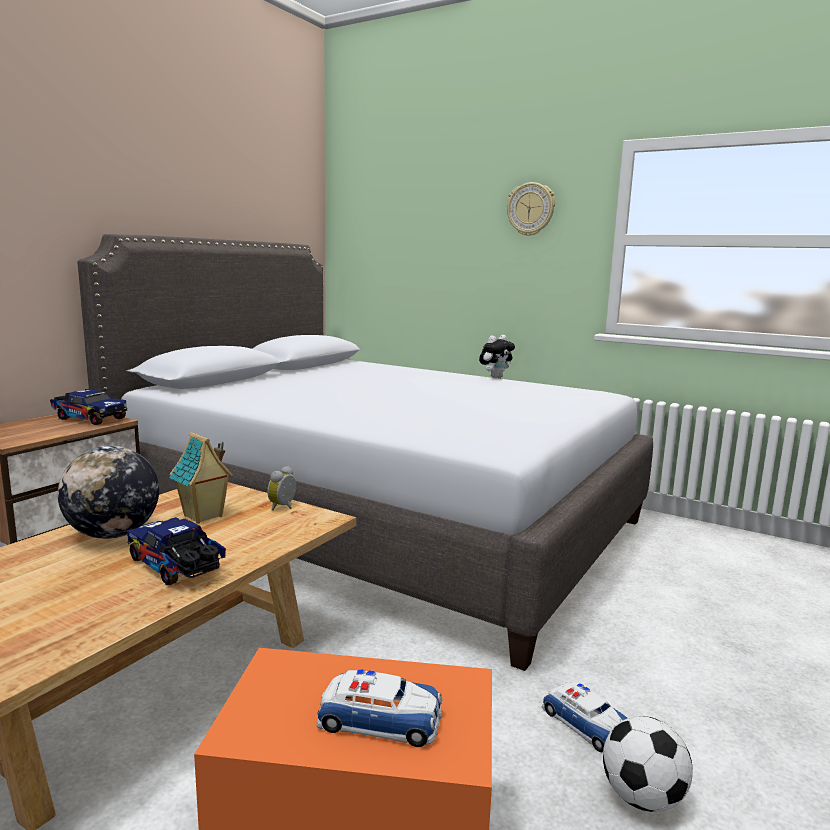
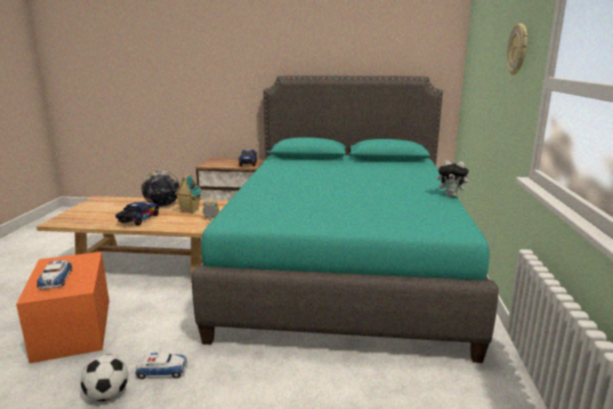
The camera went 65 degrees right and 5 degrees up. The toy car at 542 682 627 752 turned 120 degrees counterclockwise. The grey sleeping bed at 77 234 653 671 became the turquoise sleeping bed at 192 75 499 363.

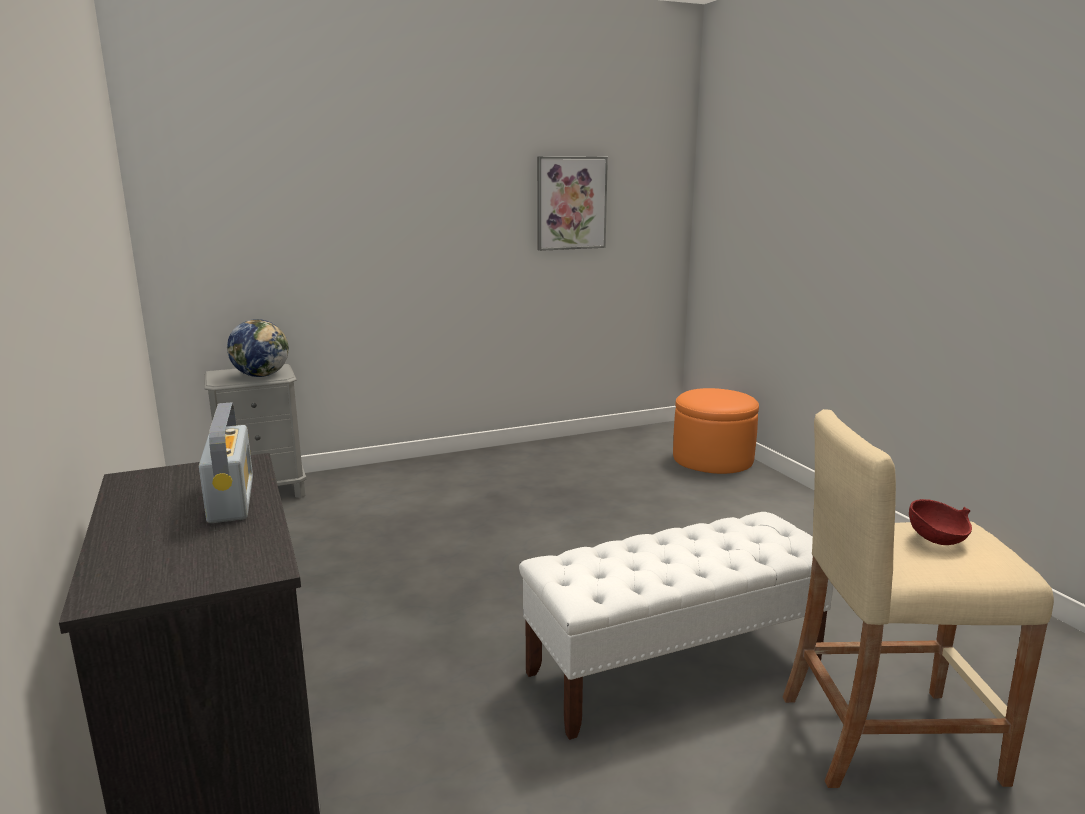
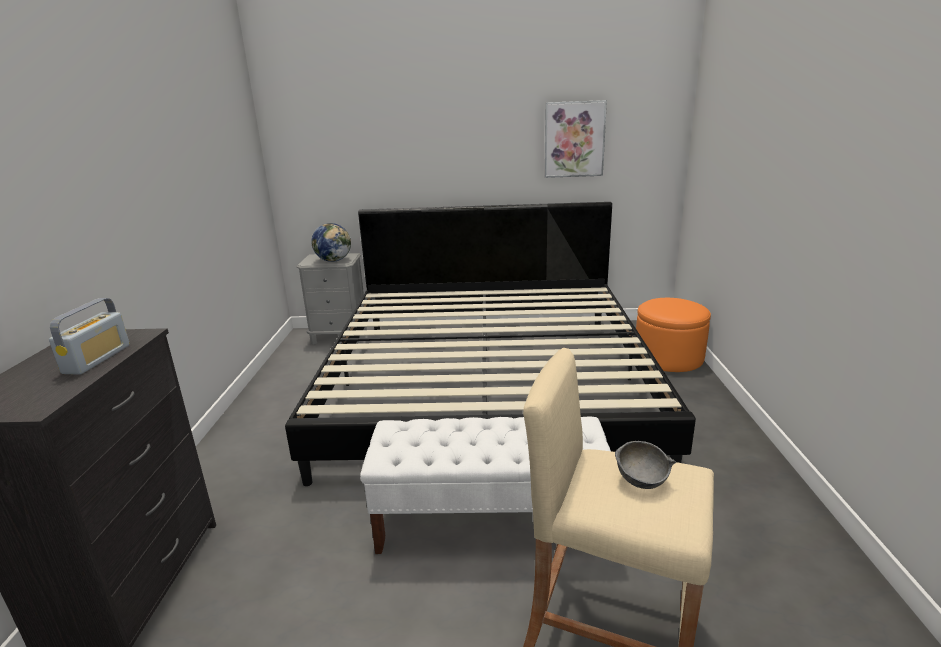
The camera went 25 degrees right and 5 degrees up. The sleeping bed at 285 202 696 486 appeared. The red-coloured serving bowl at 909 499 972 545 became the grey serving bowl at 615 441 676 489.

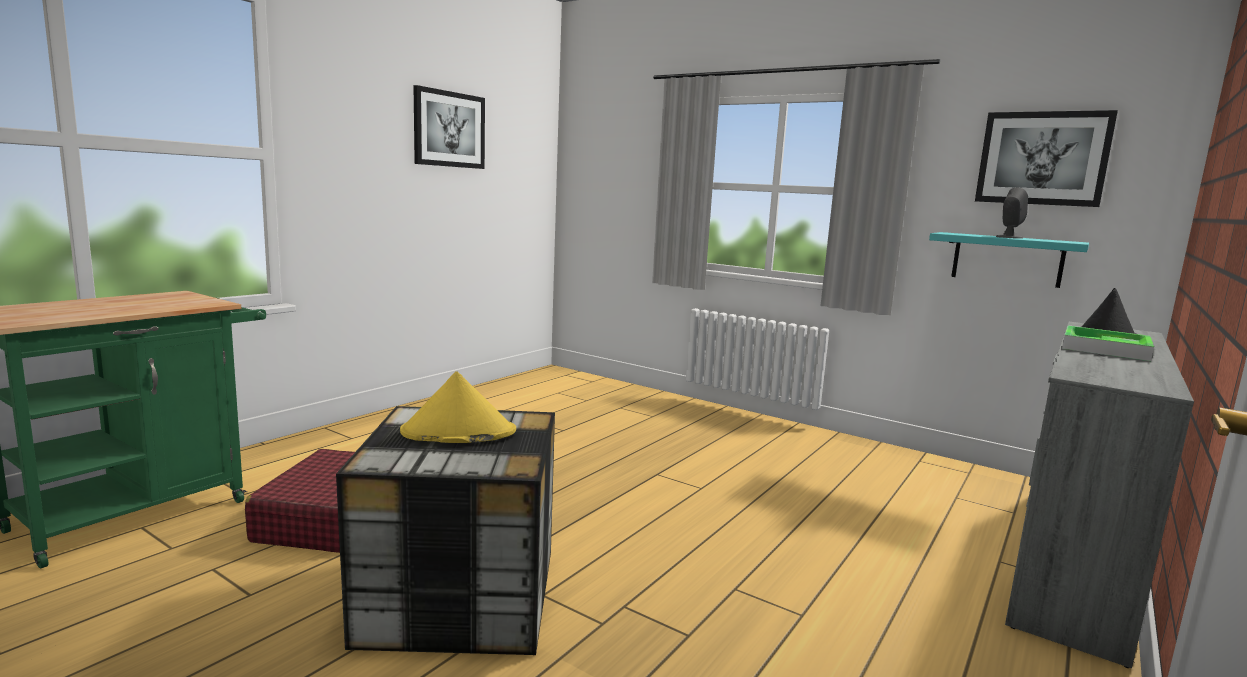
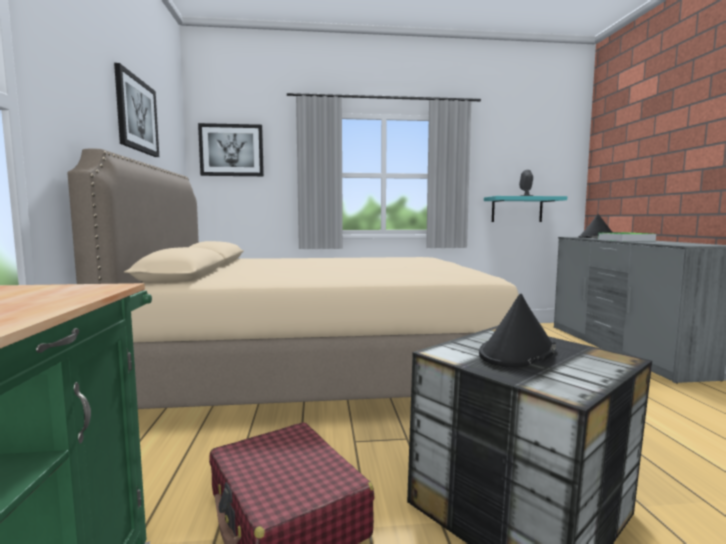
The camera went 40 degrees left and 5 degrees down. The sand-coloured sleeping bed at 68 148 519 409 appeared. The wall art moved from 975 110 1118 207 to 198 123 264 176. The yellow-coloured clothing hat at 400 371 516 443 became the black-coloured clothing hat at 479 294 556 367.

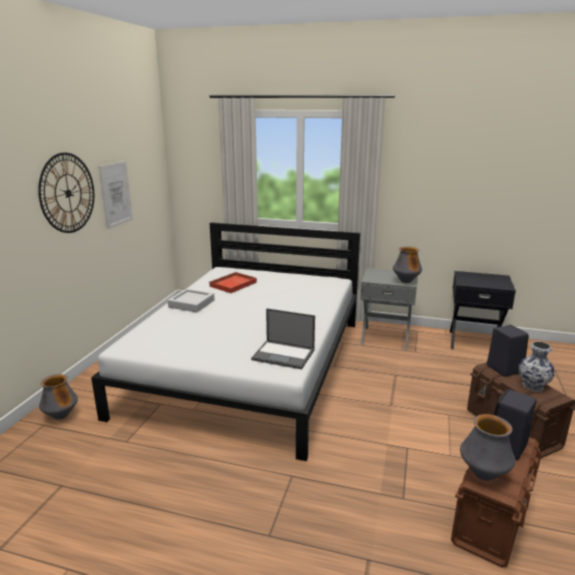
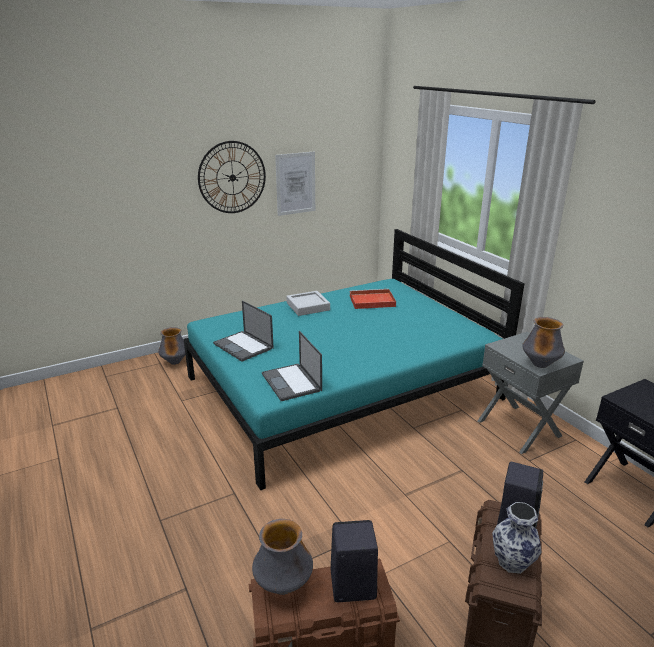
The camera went 45 degrees right and 5 degrees up. The whitish sleeping bed at 91 222 360 461 became the turquoise sleeping bed at 184 229 525 491. The notebook computer at 213 301 274 362 appeared.

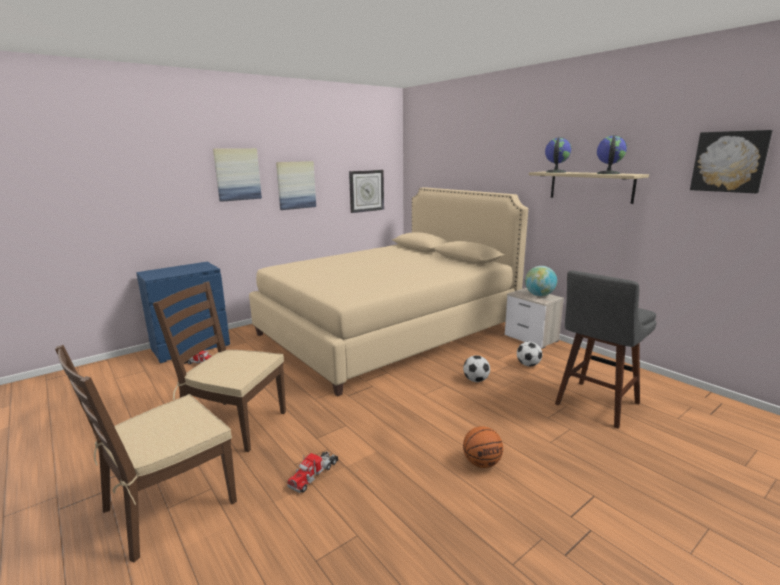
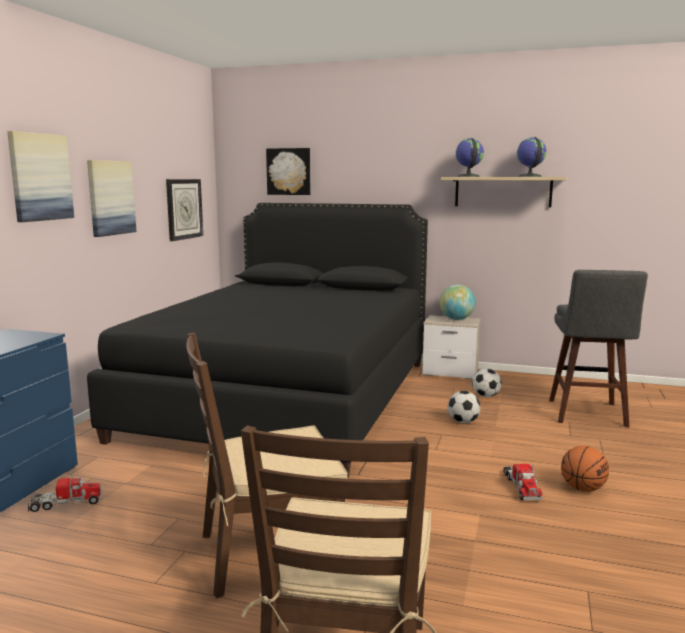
The camera went 35 degrees left and 5 degrees down. The sand-coloured sleeping bed at 249 187 528 396 became the black-coloured sleeping bed at 87 203 428 479. The wall art moved from 690 130 773 193 to 266 148 310 195. The model truck moved from 287 451 338 493 to 504 464 542 500.

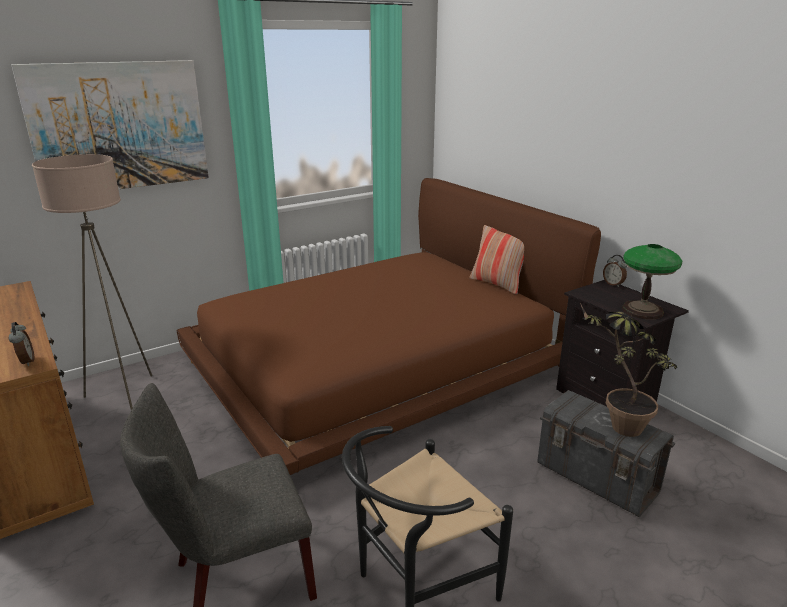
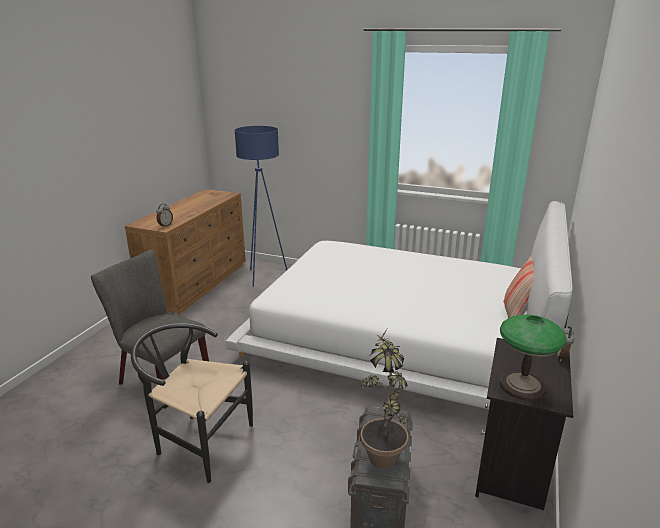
The camera went 55 degrees right and 0 degrees up. The brown sleeping bed at 177 178 601 475 became the whitish sleeping bed at 225 201 573 410. The sand-coloured floor lamp at 32 154 153 410 became the blue floor lamp at 234 126 287 287. The wall art at 11 60 209 189 disappeared.

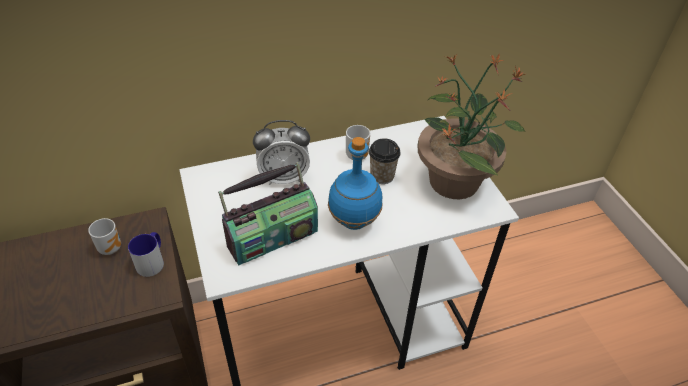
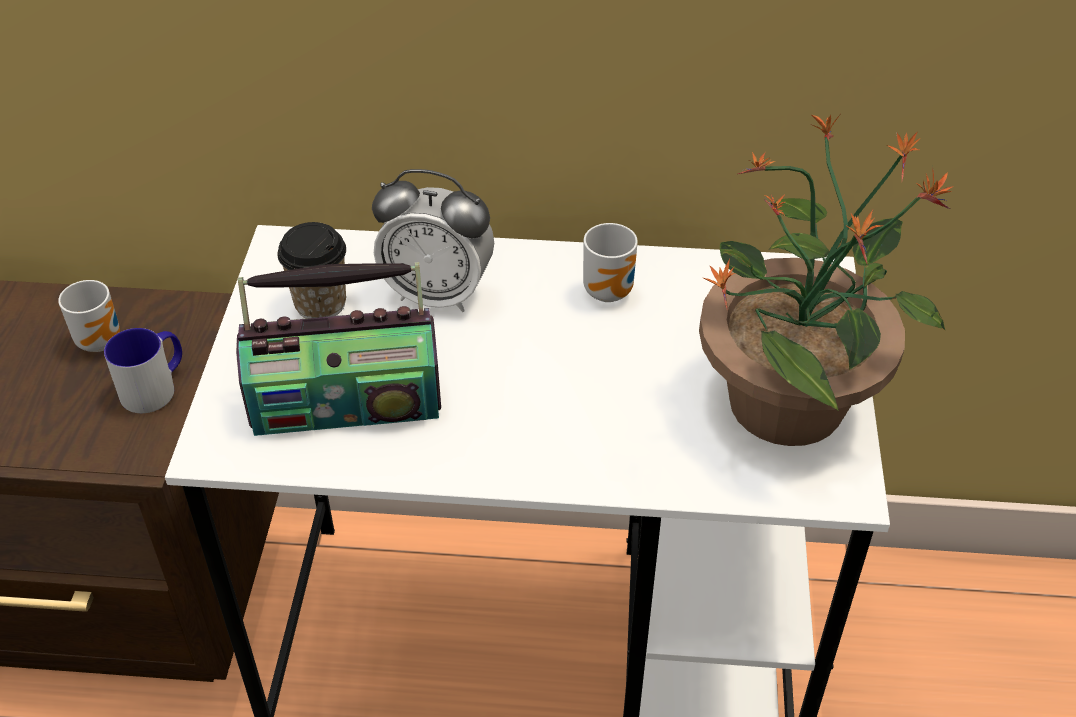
The camera went 25 degrees right and 0 degrees up. The small cup moved from 369 138 401 184 to 277 222 346 319. The blue drink bottle at 328 137 383 230 disappeared.

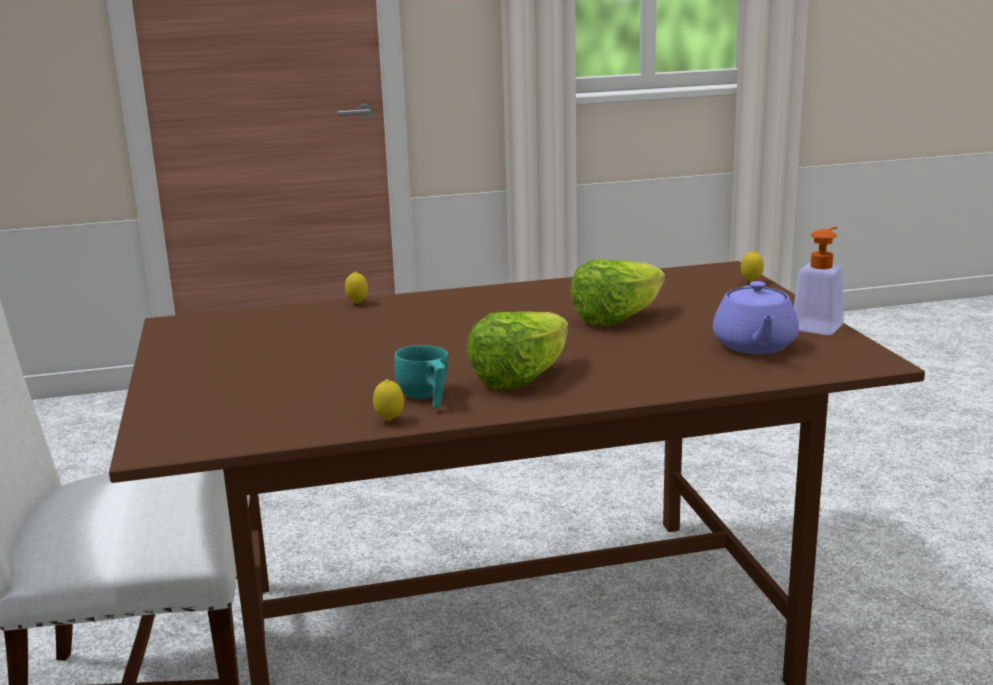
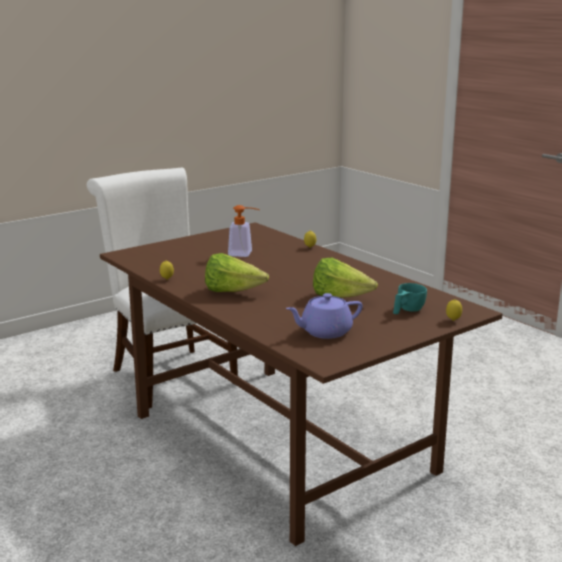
The camera went 65 degrees right and 0 degrees up. The soap dispenser moved from 794 227 844 335 to 228 205 260 257. The turquoise small cup moved from 394 345 448 408 to 393 283 427 314.

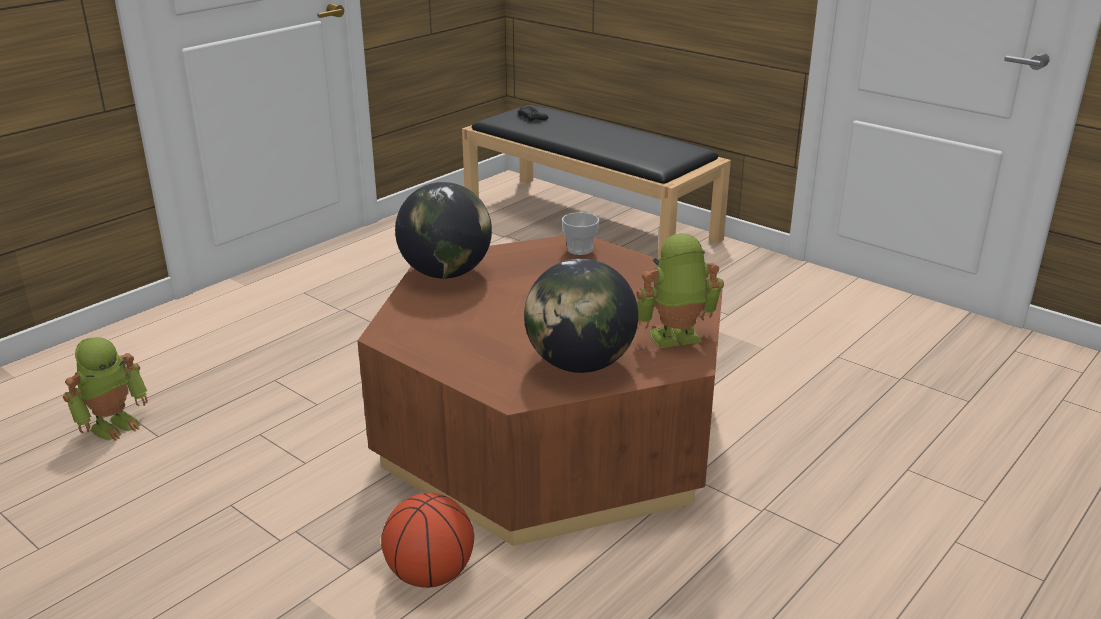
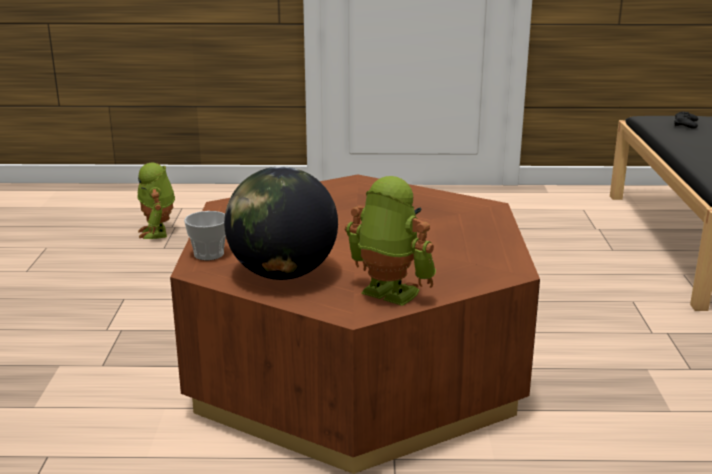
The camera went 50 degrees right and 5 degrees down. The robot figure at 63 337 148 441 turned 75 degrees clockwise. The small cup moved from 562 212 599 255 to 184 211 226 260. The ball for basketball at 381 493 474 588 disappeared. The globe at 395 182 492 279 disappeared.

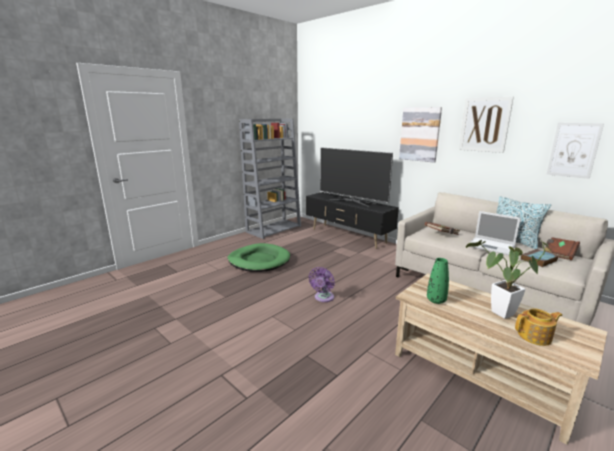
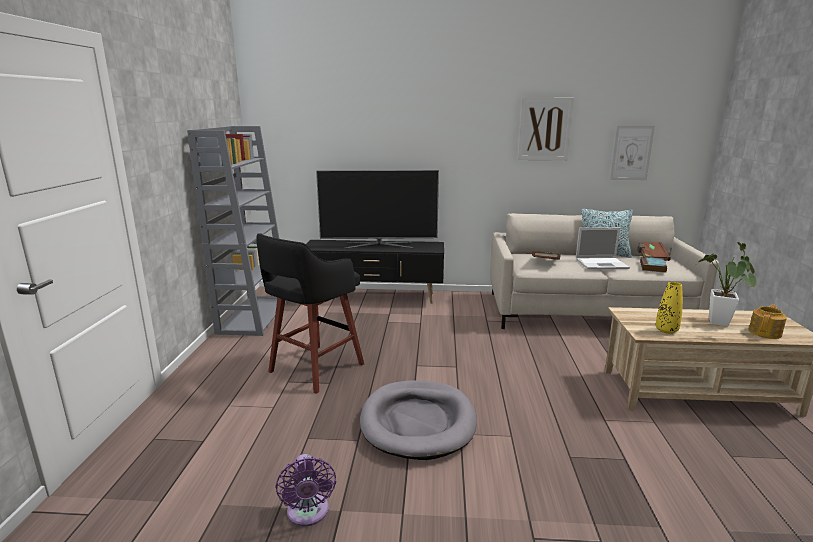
The camera went 40 degrees left and 0 degrees up. The greenish pet bed at 227 243 290 272 was replaced by the black-coloured stool at 256 233 364 394. The purple cooling fan moved from 309 267 335 302 to 275 454 336 527. The grey pet bed at 360 380 477 460 appeared. The greenish flower vase at 427 258 449 304 became the yellow-coloured flower vase at 656 282 683 334. The wall art at 399 107 442 162 disappeared.

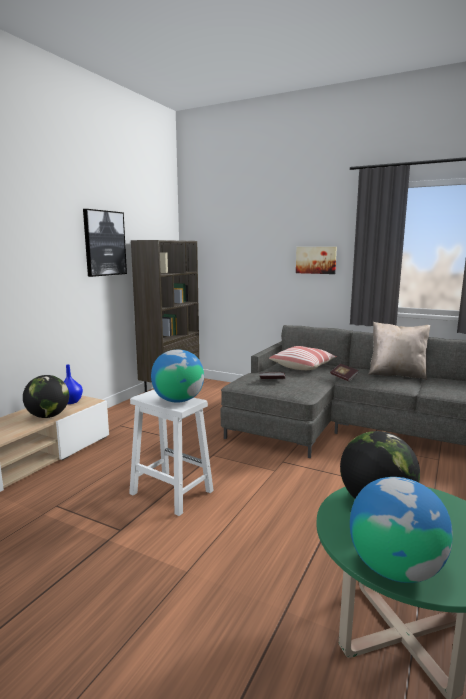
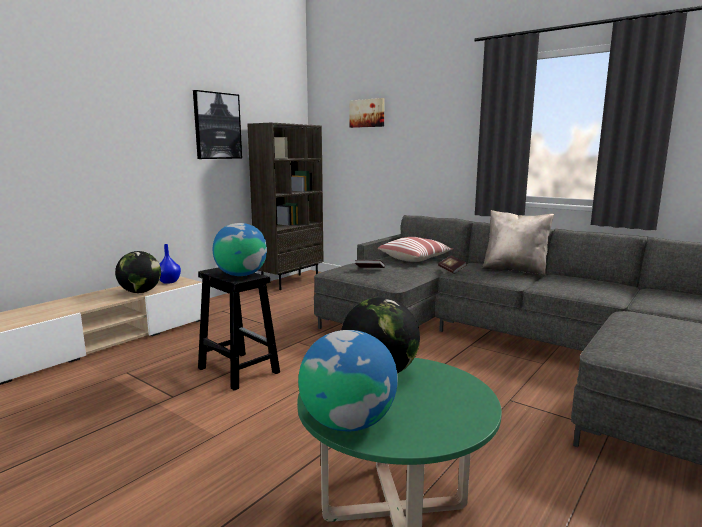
The camera went 10 degrees right and 0 degrees up. The whitish stool at 129 390 214 516 became the black-coloured stool at 198 267 280 391. The wall art moved from 296 247 337 274 to 350 98 385 128.

